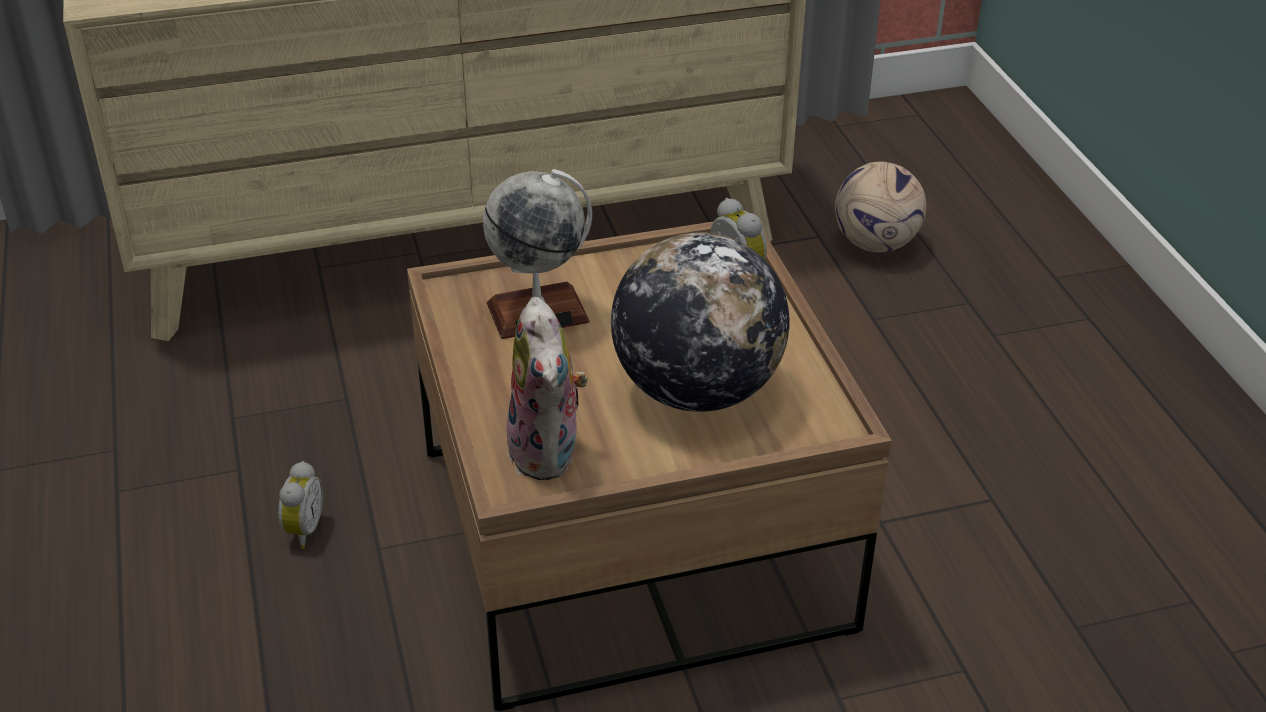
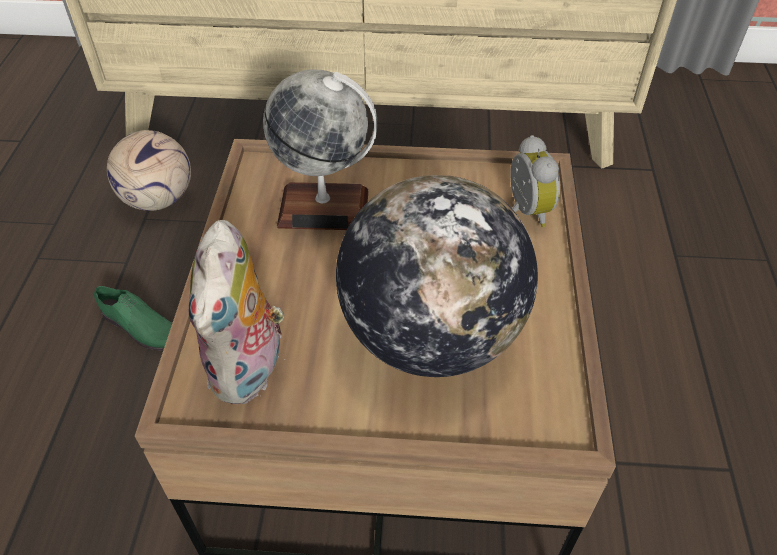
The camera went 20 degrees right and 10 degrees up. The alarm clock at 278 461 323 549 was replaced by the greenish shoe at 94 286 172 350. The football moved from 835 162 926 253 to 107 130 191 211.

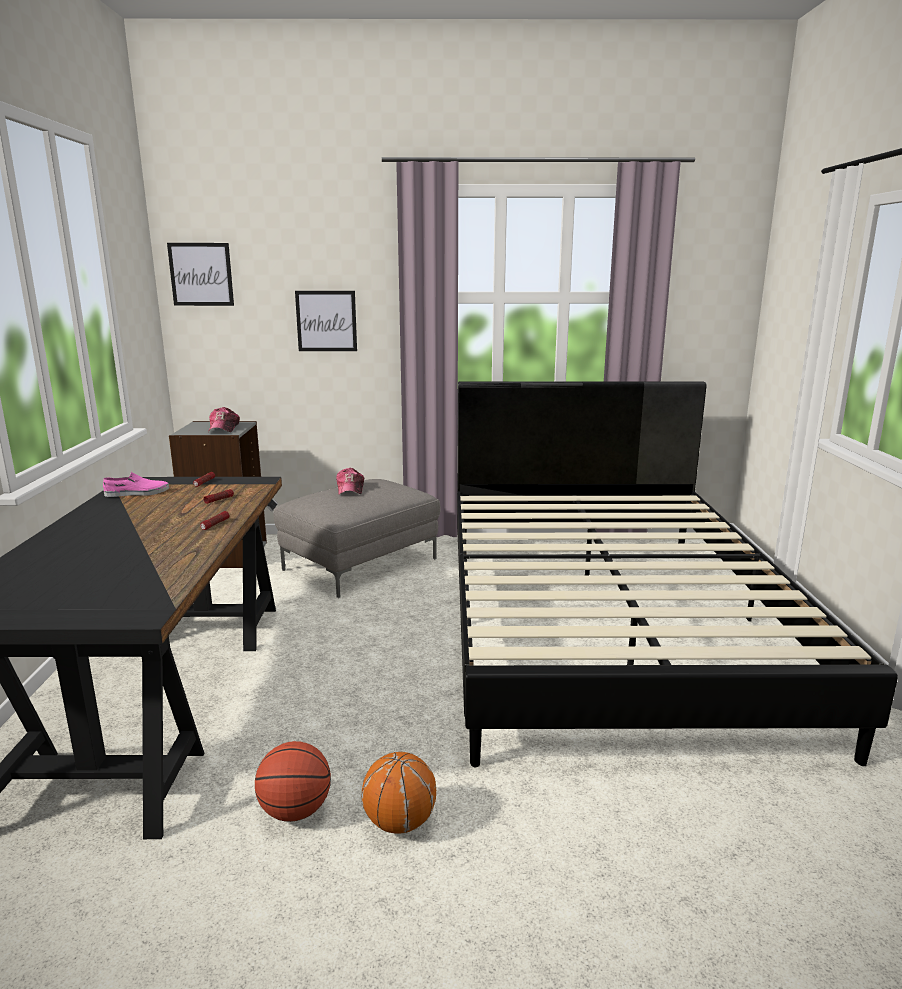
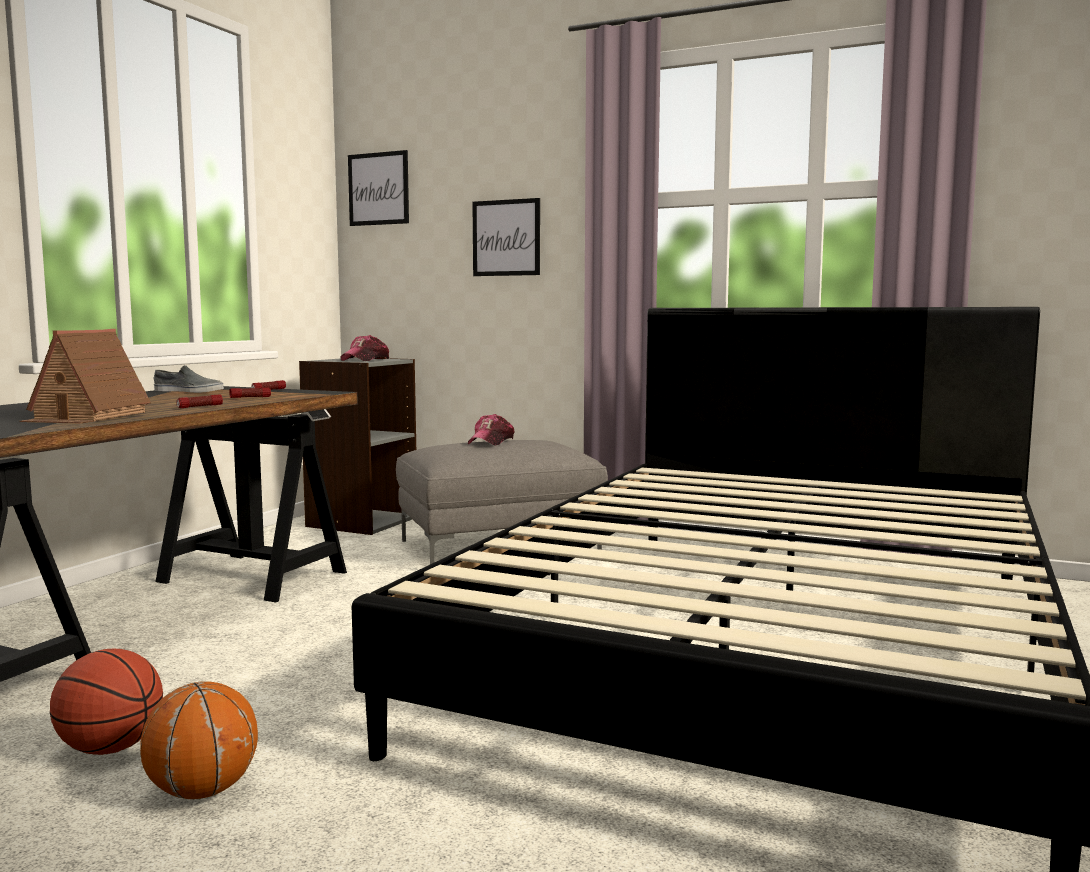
The camera went 25 degrees right and 10 degrees down. The toy house at 20 329 151 424 appeared. The pinkish shoe at 103 472 169 497 became the grey shoe at 153 365 224 393.

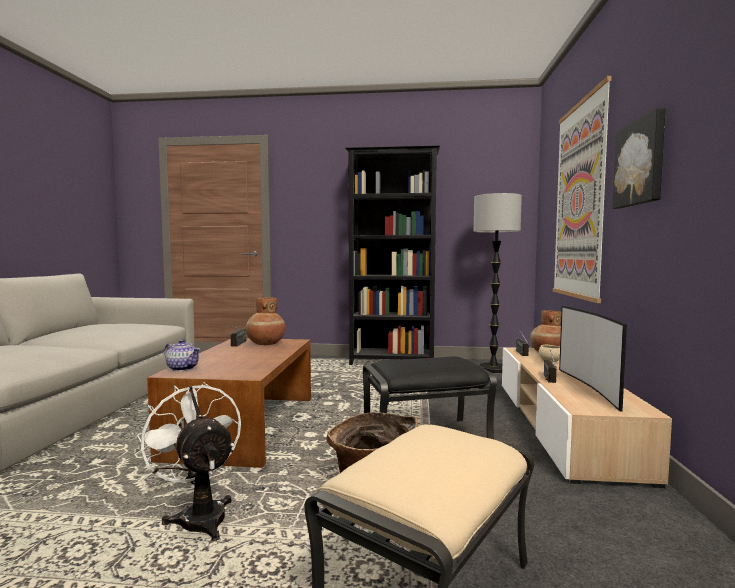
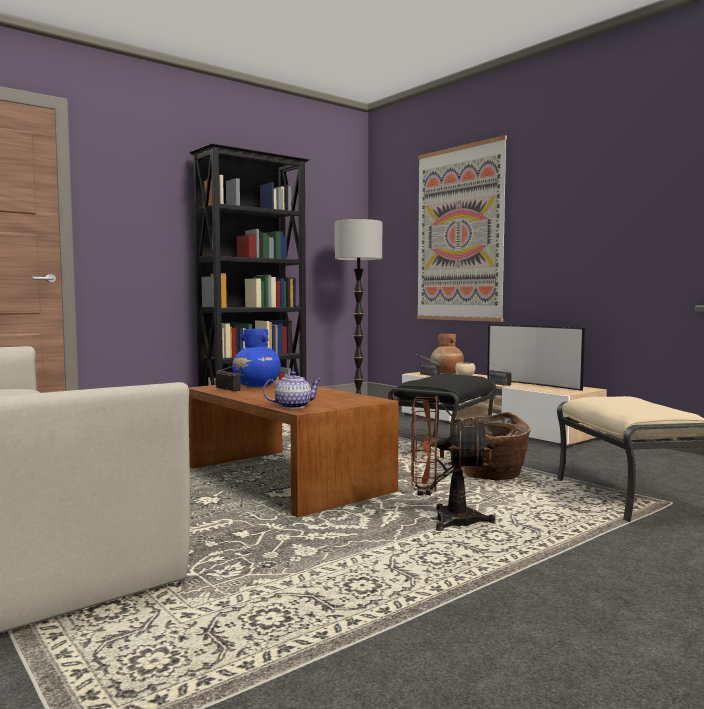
The camera went 45 degrees left and 0 degrees up. The brown flower vase at 246 298 285 345 became the blue flower vase at 232 329 281 387. The whitish cooling fan at 137 382 241 541 became the brown cooling fan at 411 396 496 531. The wall art at 612 107 666 209 disappeared.

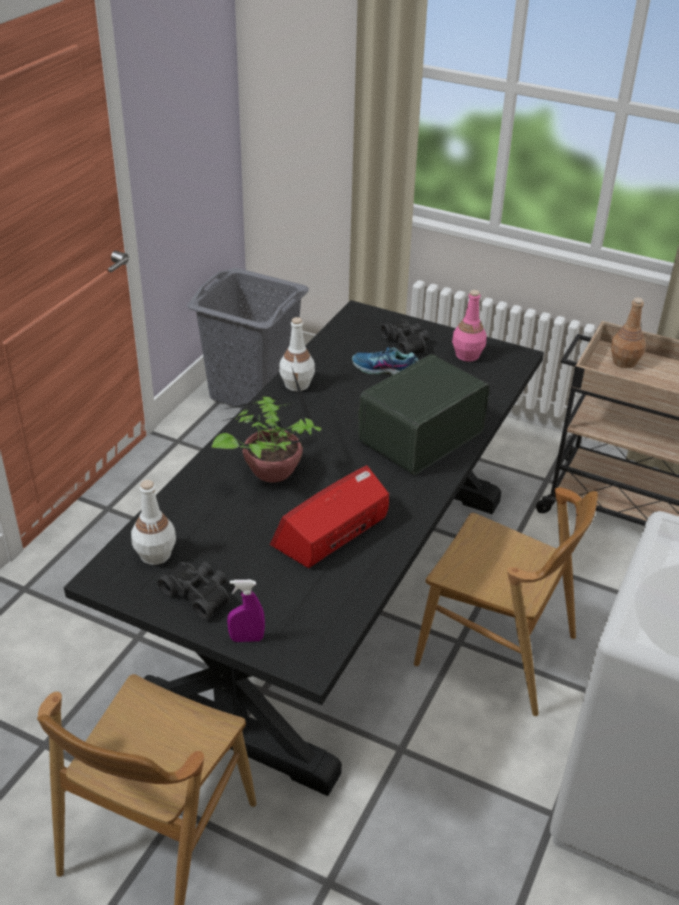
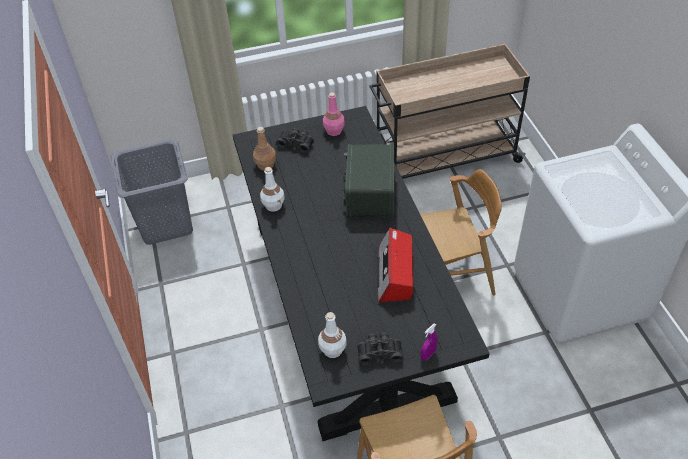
The camera went 40 degrees left and 10 degrees up. The brown drink bottle moved from 610 298 646 368 to 253 127 276 171. The potted plant at 212 365 339 482 disappeared. The shoe at 352 347 419 375 disappeared.

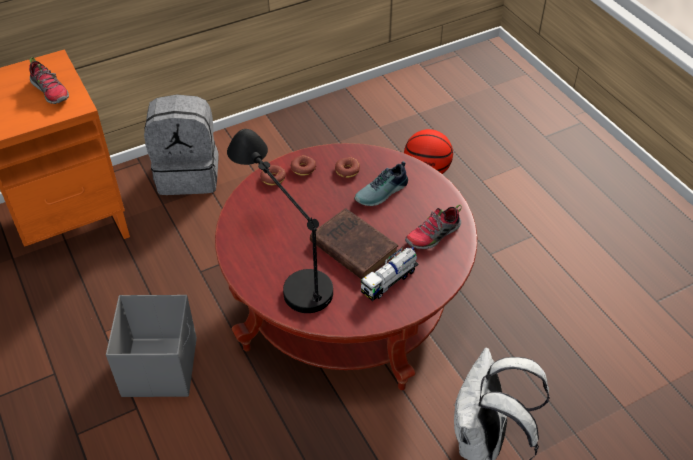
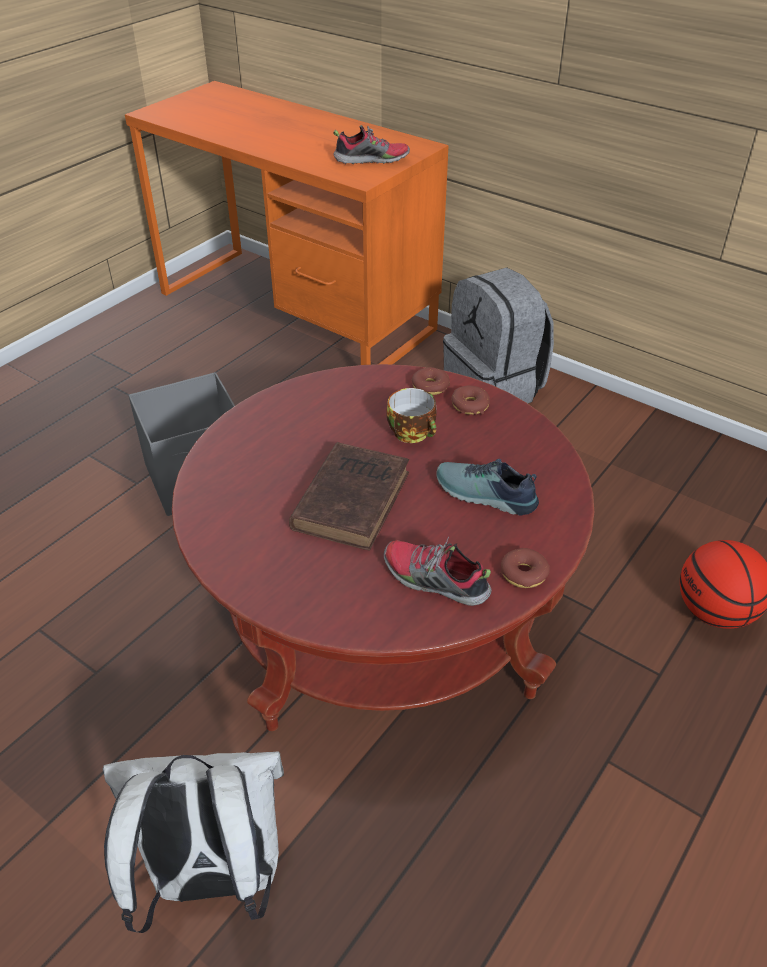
The camera went 65 degrees right and 5 degrees down. The shoe at 29 57 69 104 turned 120 degrees counterclockwise. The small cup at 386 388 437 443 appeared. The doughnut moved from 335 158 360 178 to 500 548 550 588. The black-coloured table lamp at 227 129 333 313 disappeared. The model truck at 361 247 419 301 disappeared.

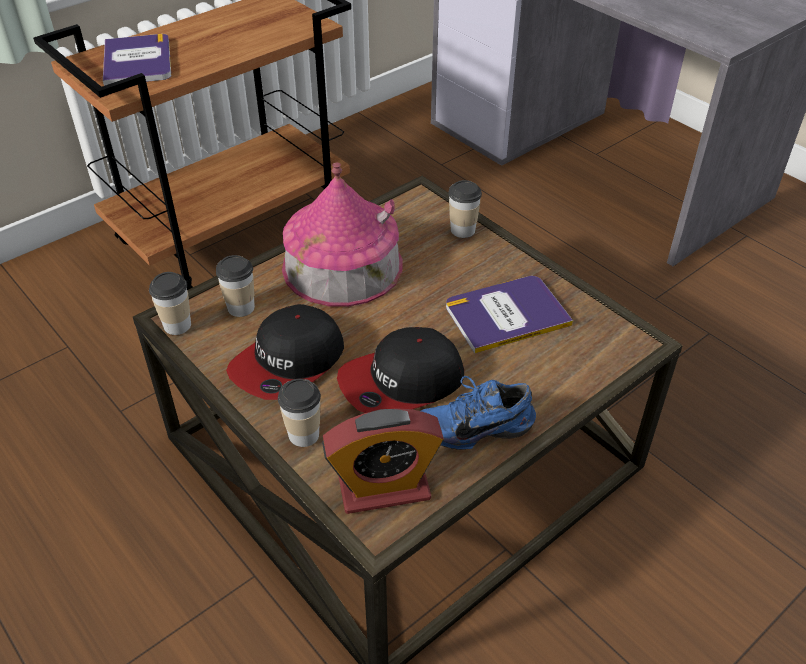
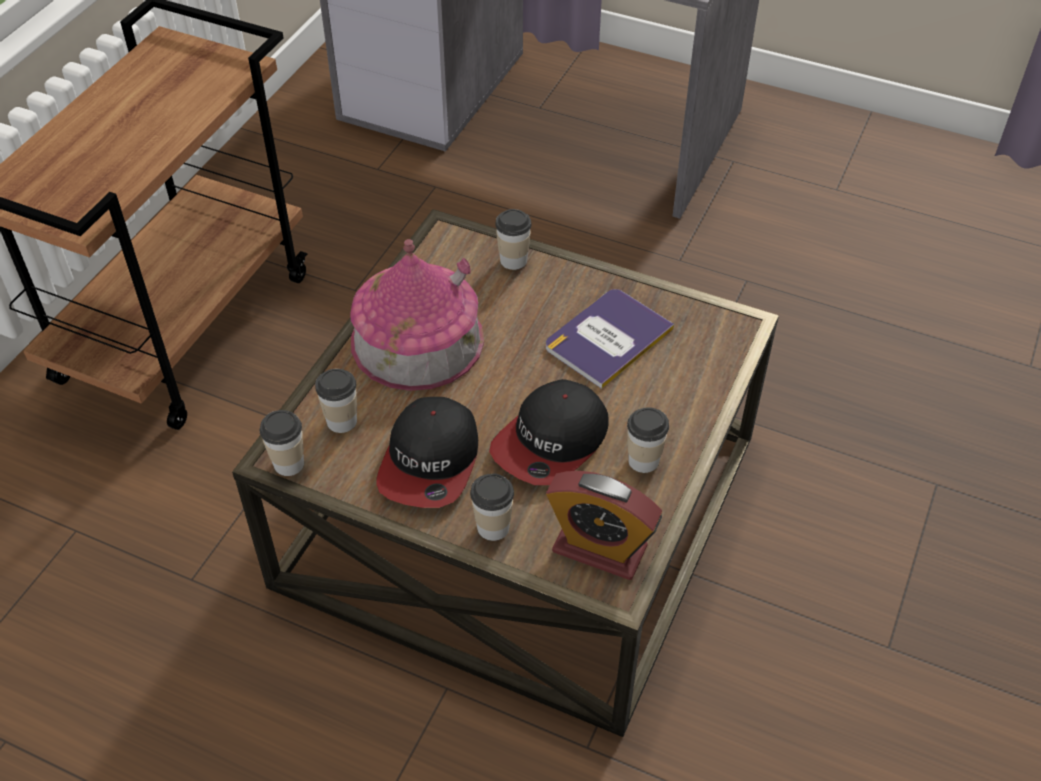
The camera went 25 degrees left and 5 degrees up. The alarm clock at 322 408 444 514 turned 60 degrees clockwise. The blue shoe at 421 376 536 450 was replaced by the small cup at 627 407 669 473. The volume at 103 34 171 86 disappeared.

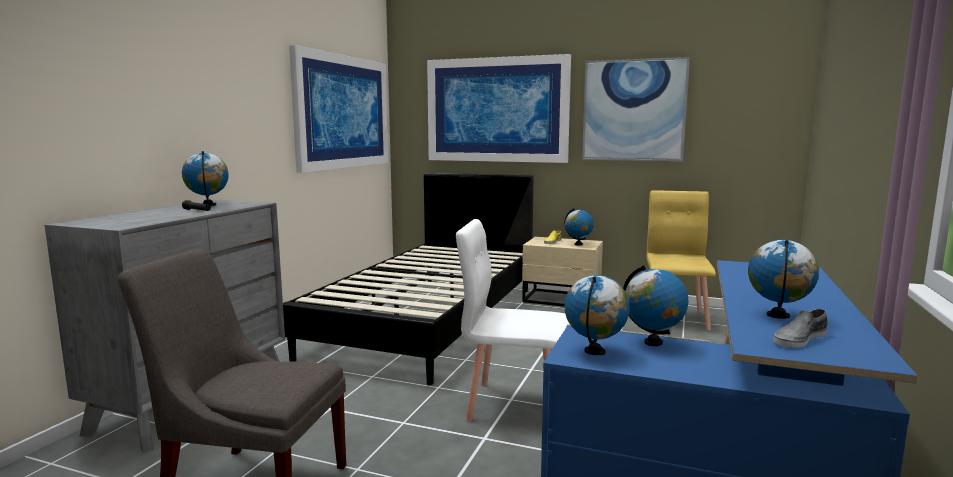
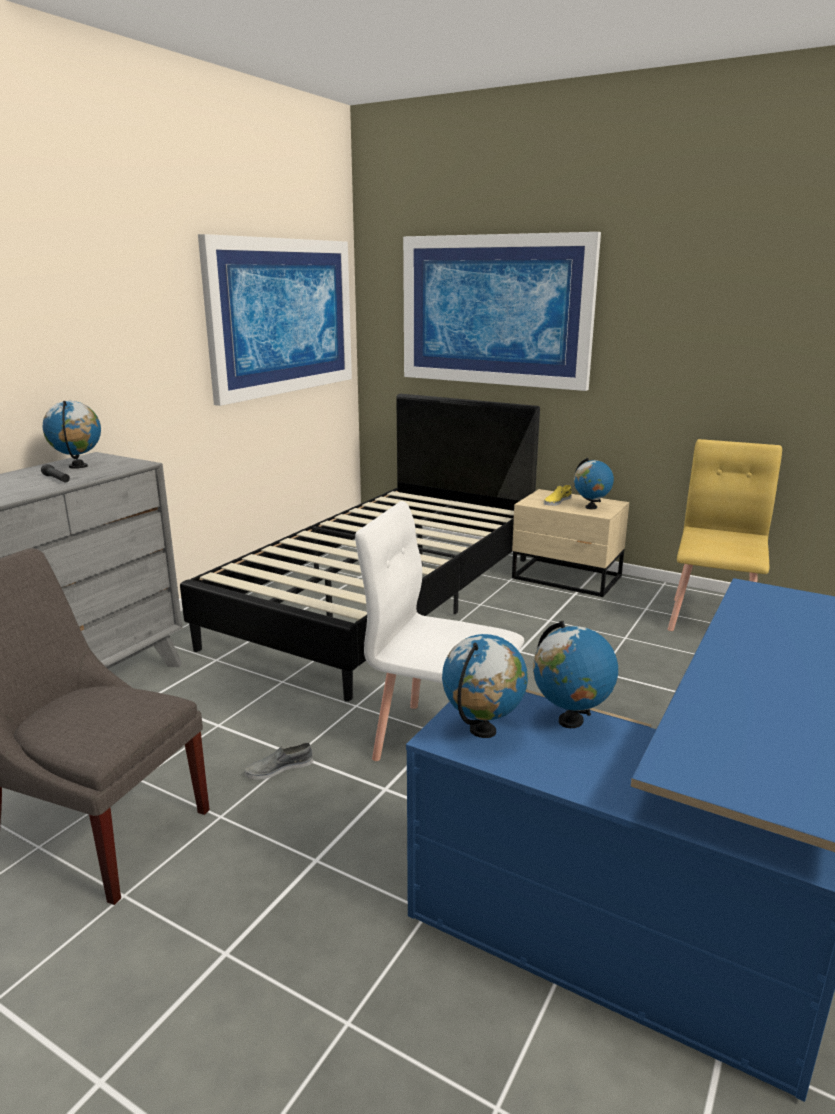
The camera went 10 degrees right and 10 degrees up. The grey shoe moved from 773 309 828 348 to 245 742 313 780. The wall art at 582 57 690 162 disappeared. The globe at 748 240 819 319 disappeared.

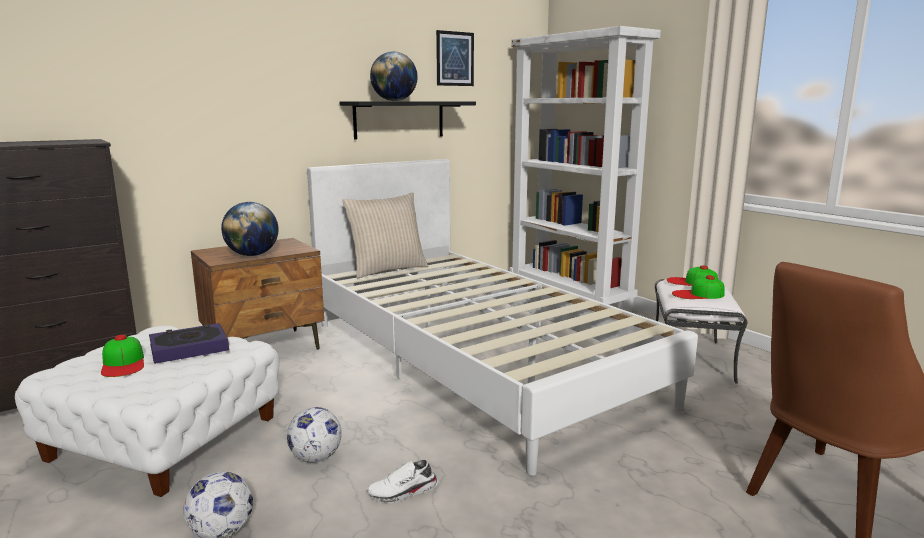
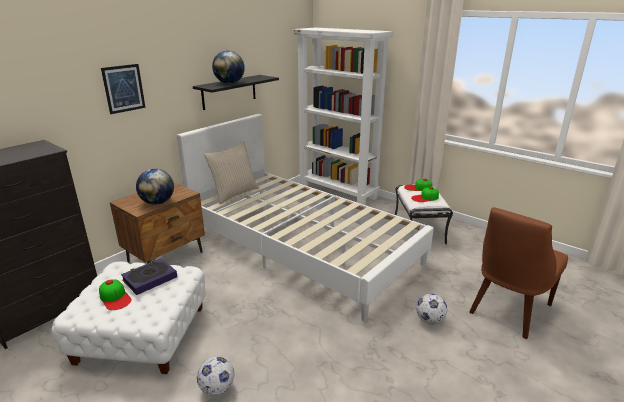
The camera went 15 degrees left and 10 degrees up. The wall art moved from 436 30 474 86 to 101 64 146 114. The football moved from 287 407 342 463 to 416 293 447 325. The whitish shoe at 367 460 438 503 disappeared.

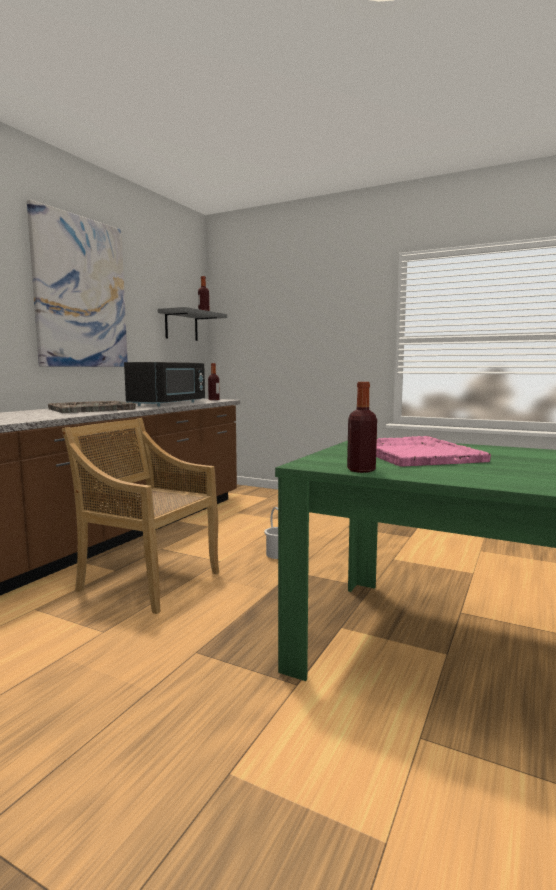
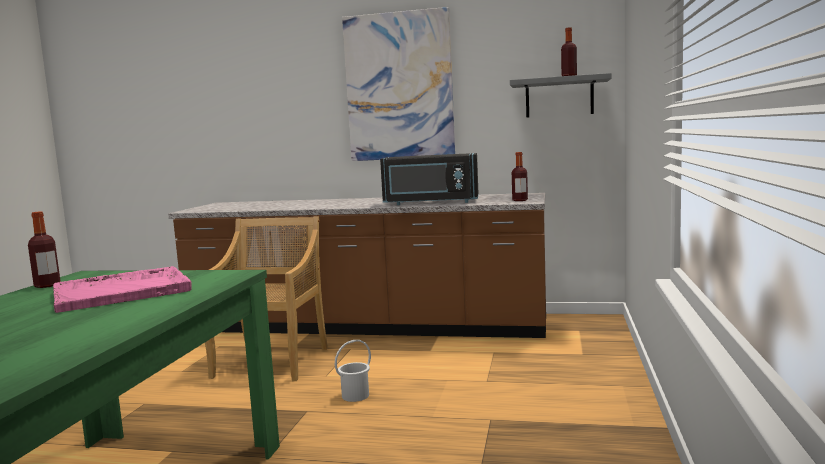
The camera went 75 degrees right and 0 degrees up. The grey carrying tray at 48 401 136 413 disappeared.

